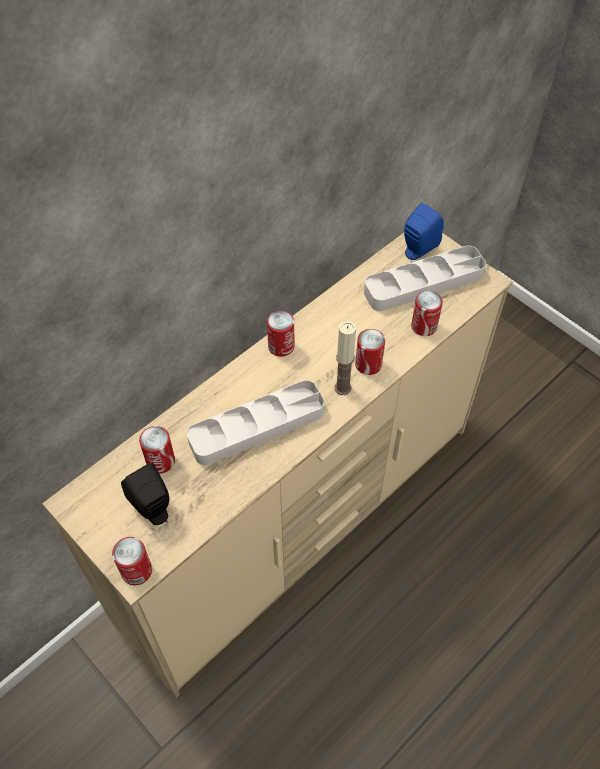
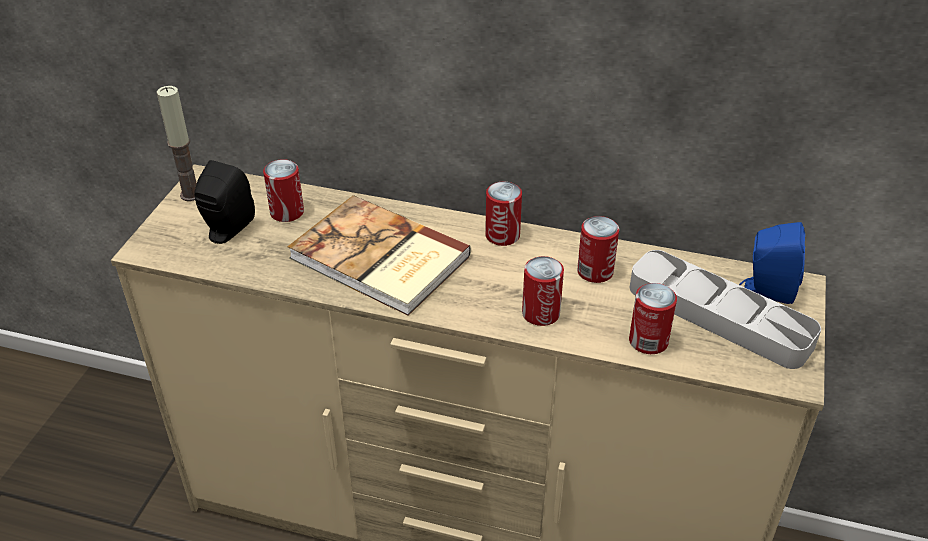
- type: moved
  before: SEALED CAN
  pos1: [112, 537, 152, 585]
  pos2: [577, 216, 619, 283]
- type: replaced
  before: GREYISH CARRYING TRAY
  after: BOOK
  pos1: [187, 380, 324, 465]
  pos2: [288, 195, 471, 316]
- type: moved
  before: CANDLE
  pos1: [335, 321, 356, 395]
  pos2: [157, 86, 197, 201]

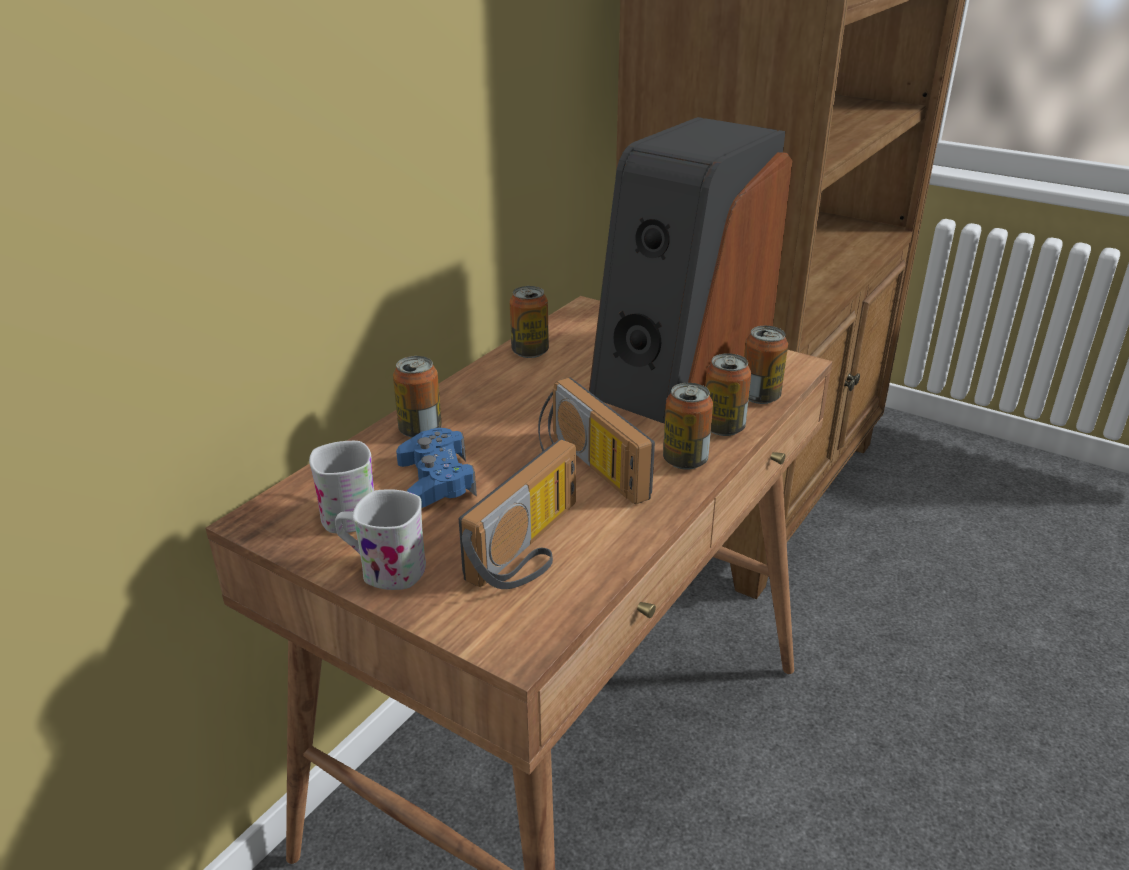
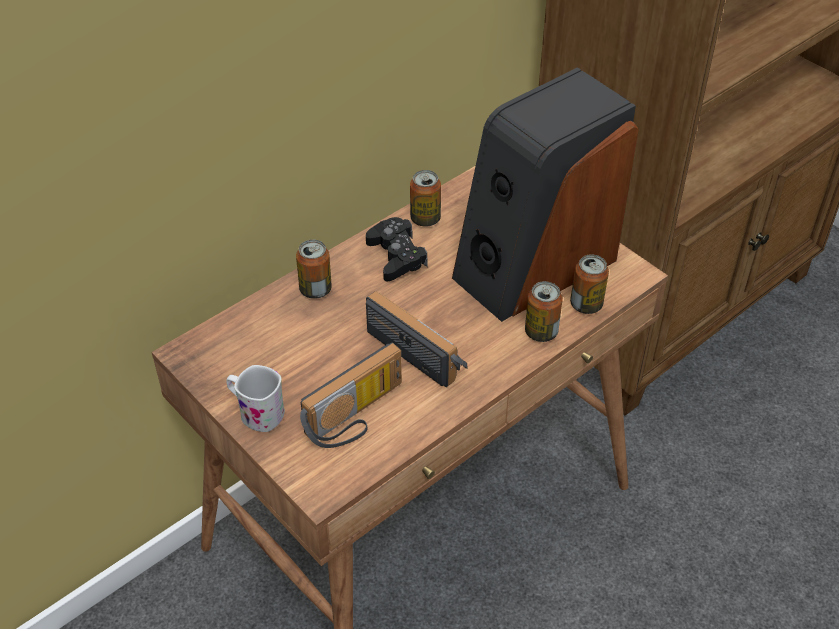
- type: removed
  before: WHITISH TEA MUG
  pos1: [309, 441, 374, 533]
- type: removed
  before: BLUE-COLOURED JOYPAD
  pos1: [396, 428, 477, 508]
- type: turned
  before: RADIO
  pos1: [538, 377, 655, 505]
  pos2: [366, 291, 468, 387]
  turn: 150
- type: removed
  before: SEALED CAN
  pos1: [663, 383, 713, 470]
- type: added
  after: BLACK-COLOURED JOYPAD
  pos2: [366, 217, 428, 281]

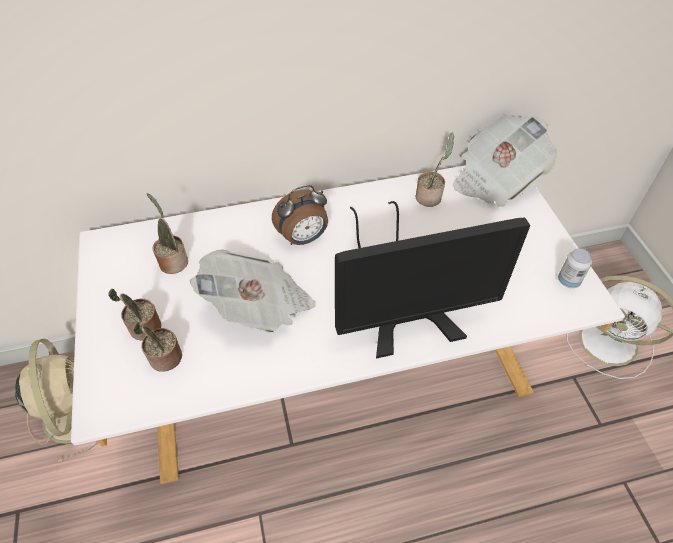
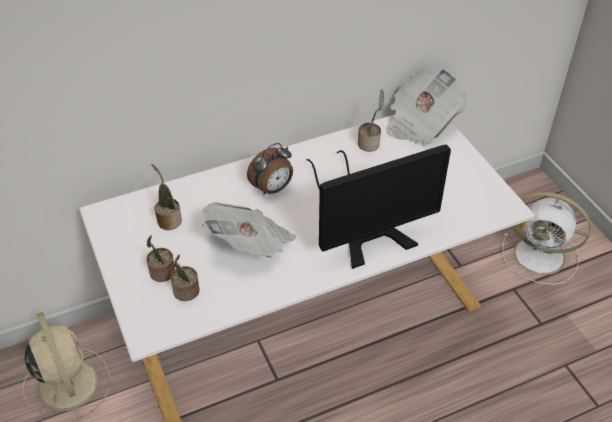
- type: removed
  before: SEALED CAN
  pos1: [558, 248, 592, 288]

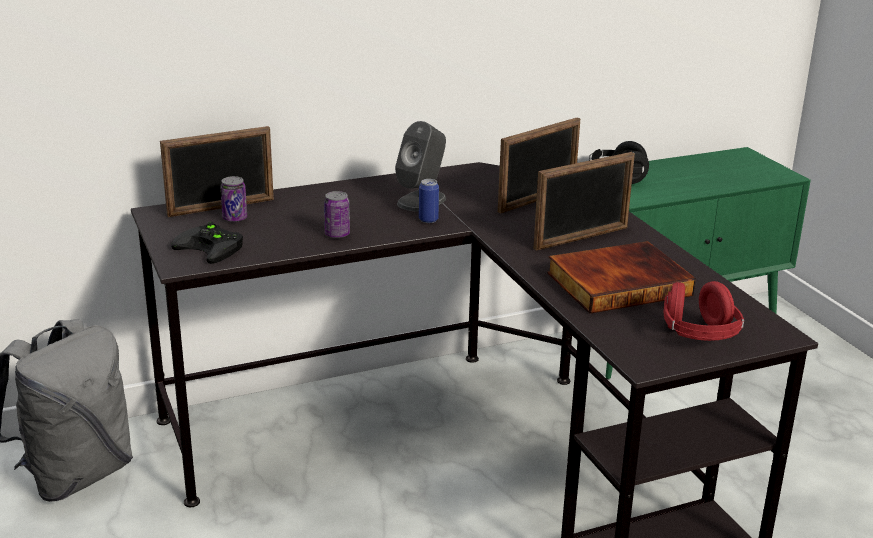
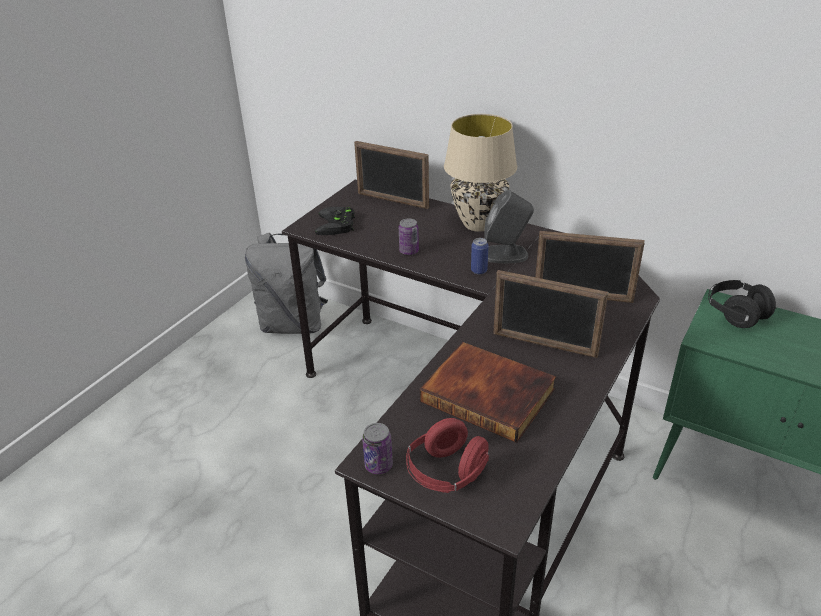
- type: moved
  before: SEALED CAN
  pos1: [220, 176, 247, 222]
  pos2: [362, 423, 393, 474]
- type: added
  after: BEIGE TABLE LAMP
  pos2: [444, 114, 517, 232]

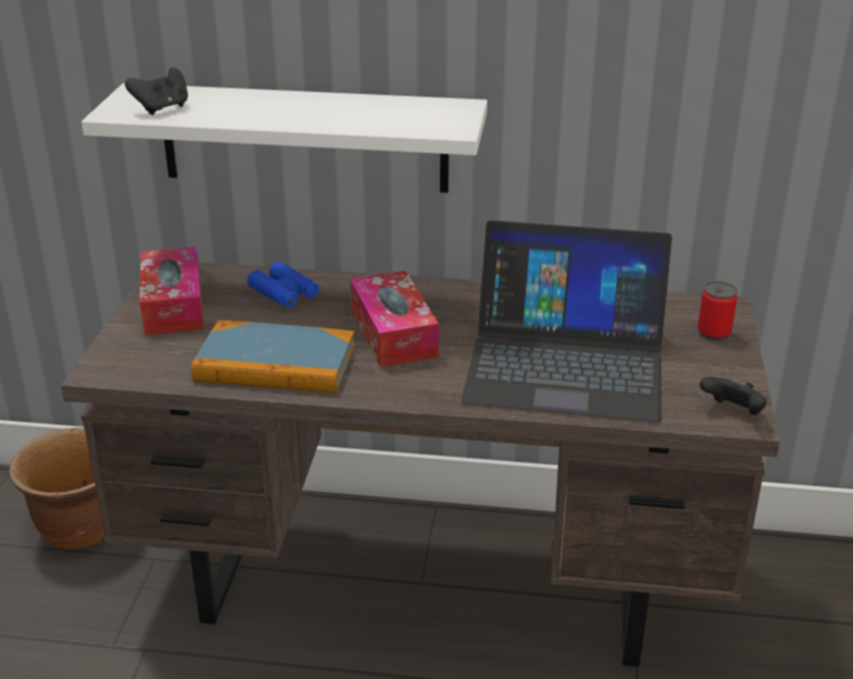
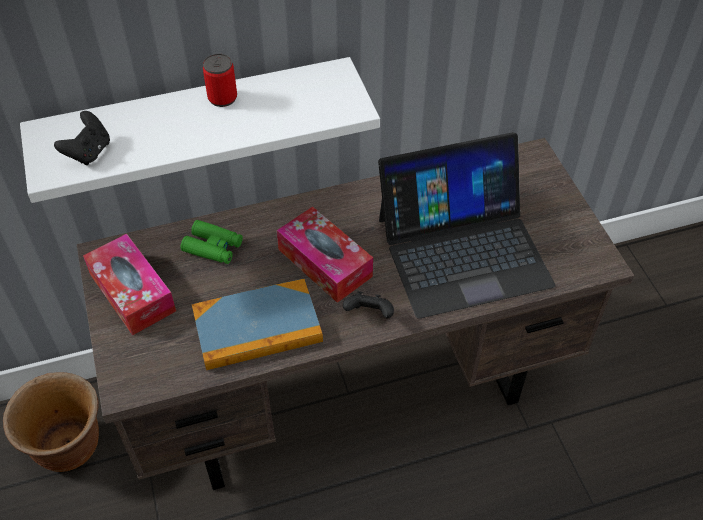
- type: recoloured
  before: BLUE-COLOURED BINOCULARS
  after: GREEN-COLOURED BINOCULARS
  pos1: [247, 262, 319, 307]
  pos2: [181, 220, 243, 264]
- type: moved
  before: SEALED CAN
  pos1: [698, 281, 737, 340]
  pos2: [203, 54, 237, 107]
- type: moved
  before: BLACK-COLOURED JOYPAD
  pos1: [700, 377, 767, 415]
  pos2: [343, 291, 394, 318]

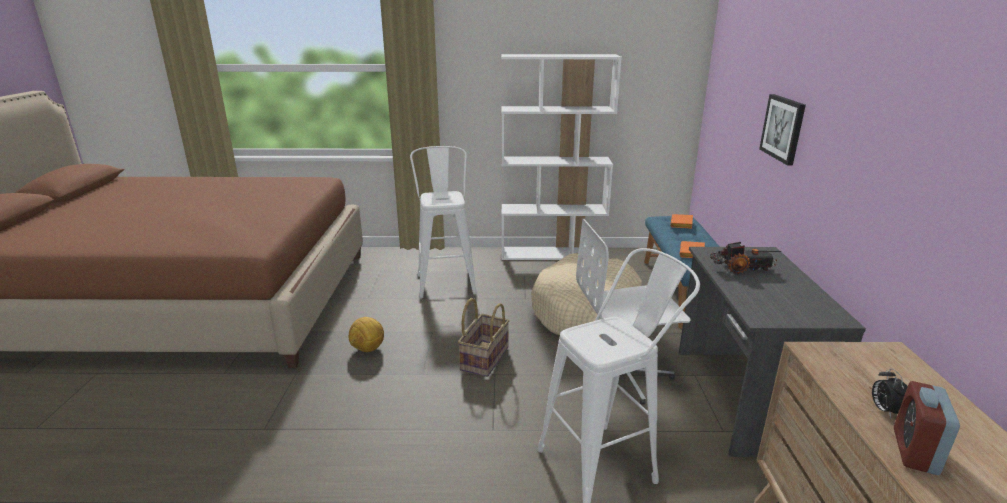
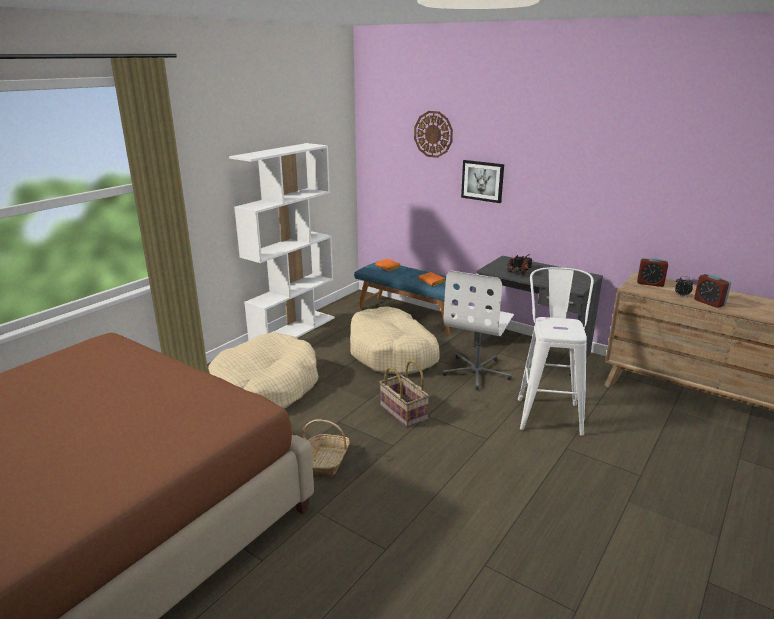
- type: replaced
  before: BALL FOR FOOTBALL
  after: STORAGE BASKET
  pos1: [349, 317, 384, 352]
  pos2: [302, 419, 350, 477]
- type: replaced
  before: WHITISH STOOL
  after: BEIGE DOG BED
  pos1: [410, 146, 477, 298]
  pos2: [208, 332, 318, 409]
- type: added
  after: HANGING CLOCK
  pos2: [414, 111, 453, 158]
- type: added
  after: TABLE CLOCK
  pos2: [637, 258, 668, 287]

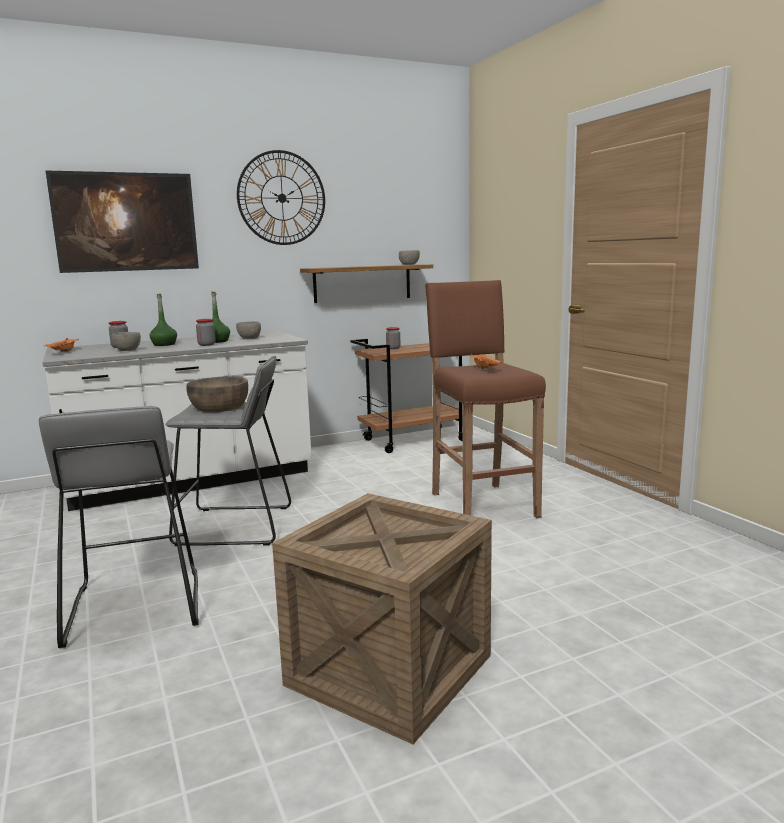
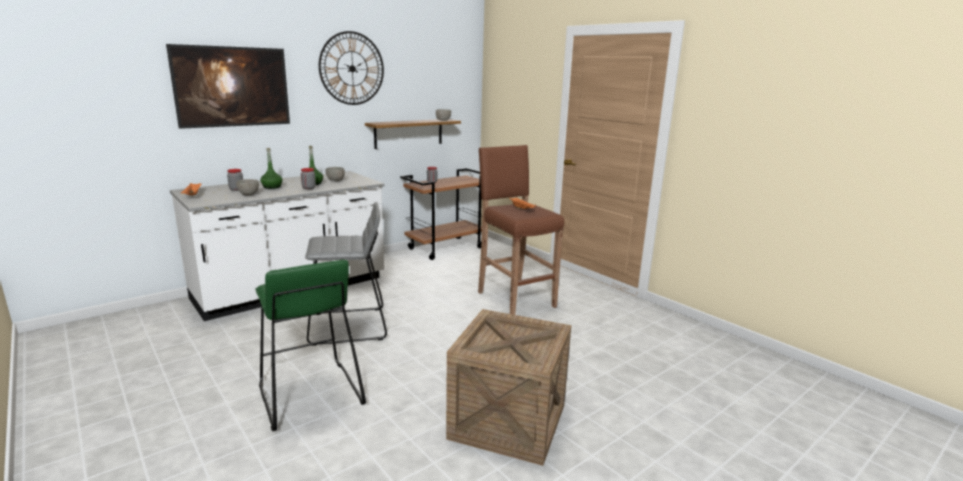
- type: recoloured
  before: GREYISH STOOL
  after: GREEN-COLOURED STOOL
  pos1: [39, 406, 199, 648]
  pos2: [255, 259, 366, 431]
- type: removed
  before: BROWN SERVING BOWL
  pos1: [186, 377, 248, 412]

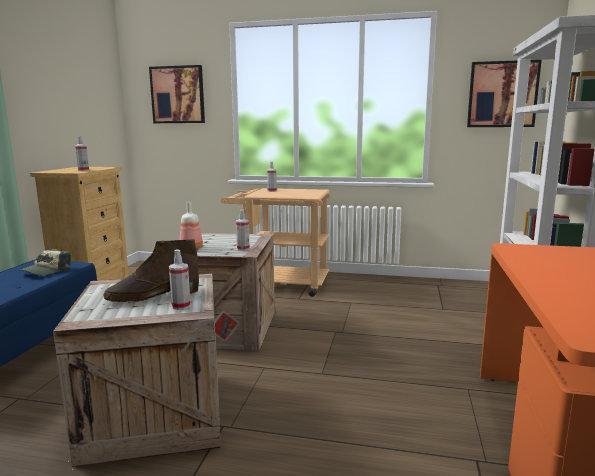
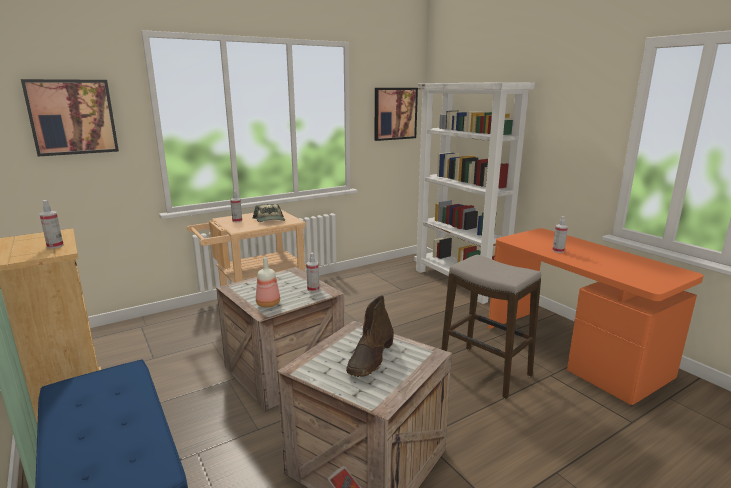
- type: moved
  before: PEAKED CAP
  pos1: [19, 249, 71, 275]
  pos2: [253, 204, 285, 222]
- type: moved
  before: HAND SPRAYER
  pos1: [169, 250, 191, 310]
  pos2: [552, 216, 568, 253]
- type: added
  after: STOOL
  pos2: [441, 255, 541, 399]

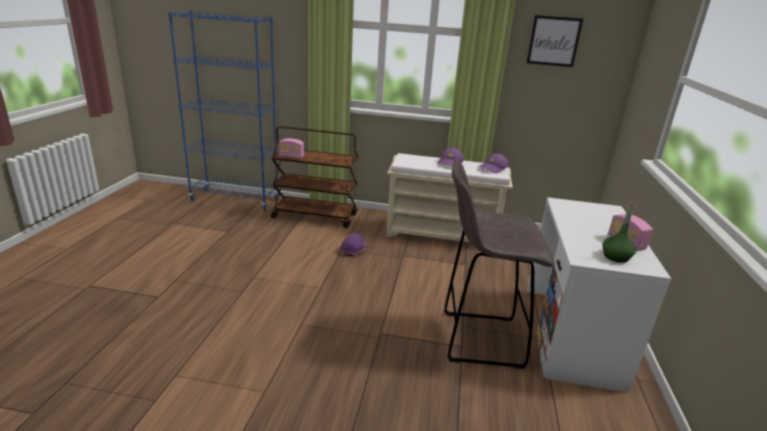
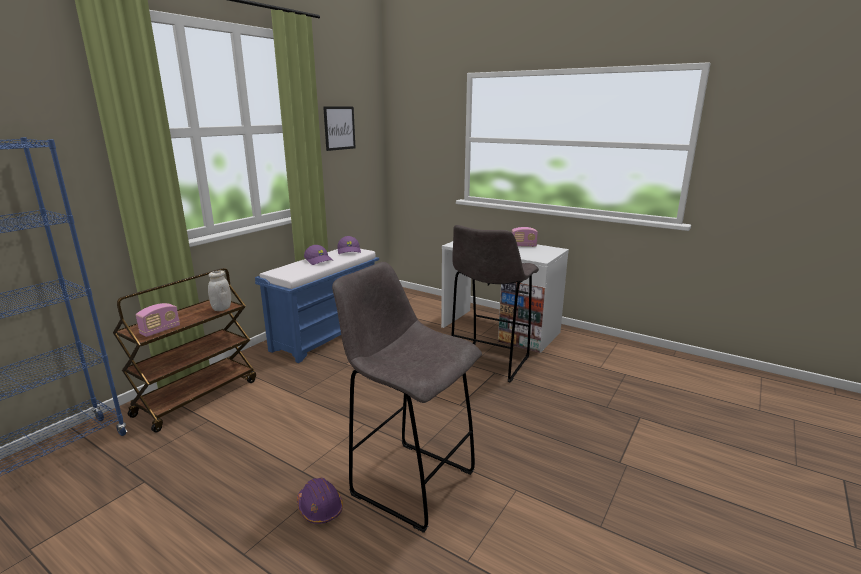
- type: moved
  before: PURPLE-COLOURED SAFETY HELMET
  pos1: [340, 233, 369, 256]
  pos2: [297, 477, 343, 524]
- type: recoloured
  before: BEIGE BENCH
  after: BLUE-COLOURED BENCH
  pos1: [386, 153, 513, 242]
  pos2: [255, 249, 379, 363]
- type: removed
  before: GREEN-COLOURED DRINK BOTTLE
  pos1: [602, 203, 636, 263]
- type: added
  after: WHITISH JAR
  pos2: [208, 270, 231, 311]
- type: added
  after: GREYISH STOOL
  pos2: [332, 262, 482, 533]

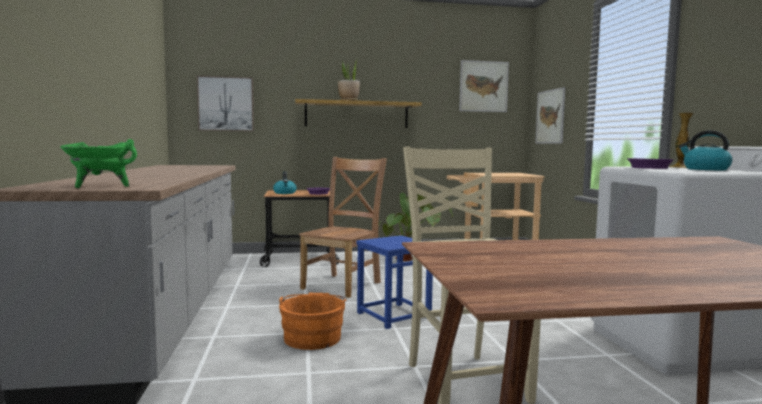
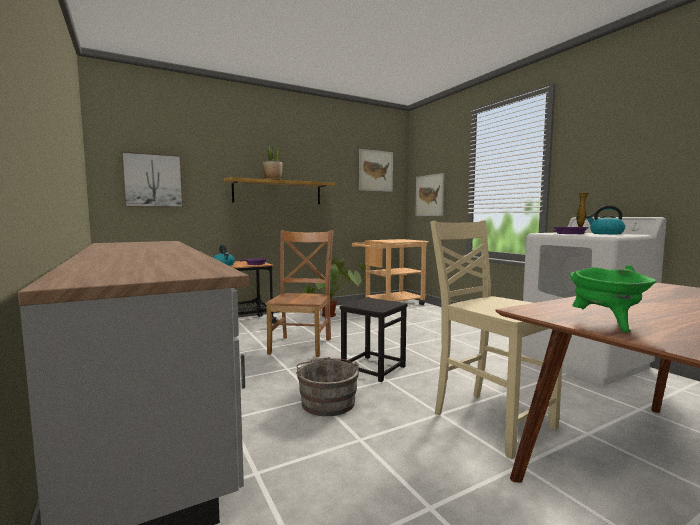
- type: moved
  before: GREEN-COLOURED COOKING POT
  pos1: [60, 139, 137, 188]
  pos2: [569, 265, 657, 333]
- type: recoloured
  before: ORANGE-COLOURED BUCKET
  after: GREYISH BUCKET
  pos1: [279, 292, 347, 350]
  pos2: [296, 357, 359, 416]
- type: recoloured
  before: BLUE-COLOURED STOOL
  after: BLACK-COLOURED STOOL
  pos1: [356, 235, 433, 329]
  pos2: [340, 297, 408, 382]

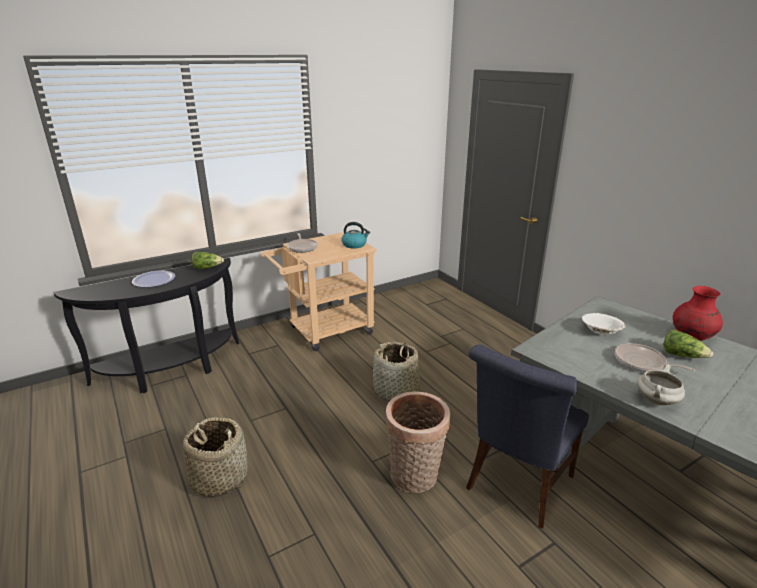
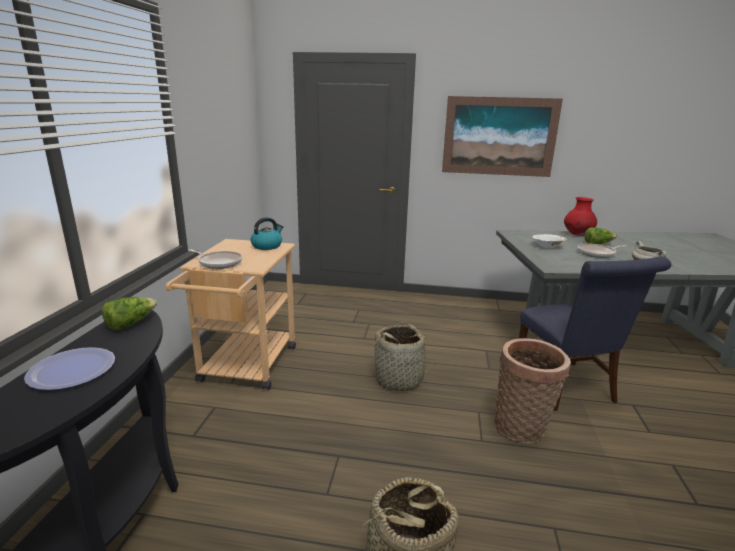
- type: added
  after: WALL ART
  pos2: [442, 96, 563, 177]

